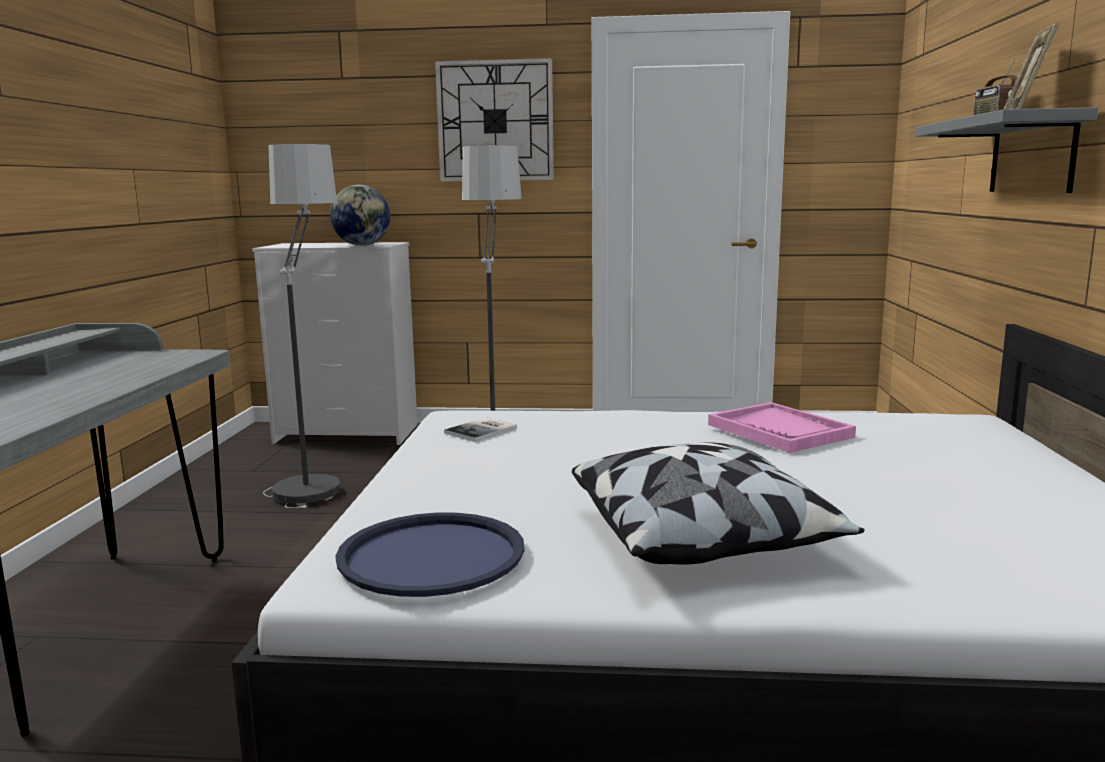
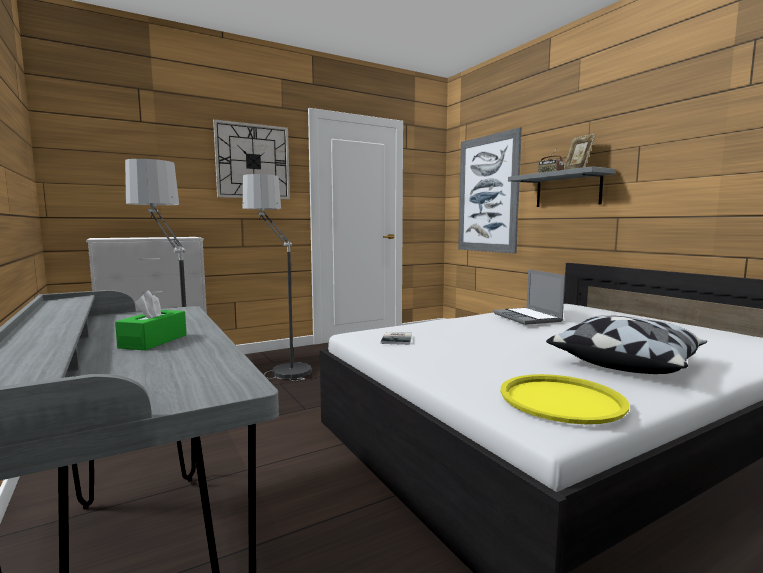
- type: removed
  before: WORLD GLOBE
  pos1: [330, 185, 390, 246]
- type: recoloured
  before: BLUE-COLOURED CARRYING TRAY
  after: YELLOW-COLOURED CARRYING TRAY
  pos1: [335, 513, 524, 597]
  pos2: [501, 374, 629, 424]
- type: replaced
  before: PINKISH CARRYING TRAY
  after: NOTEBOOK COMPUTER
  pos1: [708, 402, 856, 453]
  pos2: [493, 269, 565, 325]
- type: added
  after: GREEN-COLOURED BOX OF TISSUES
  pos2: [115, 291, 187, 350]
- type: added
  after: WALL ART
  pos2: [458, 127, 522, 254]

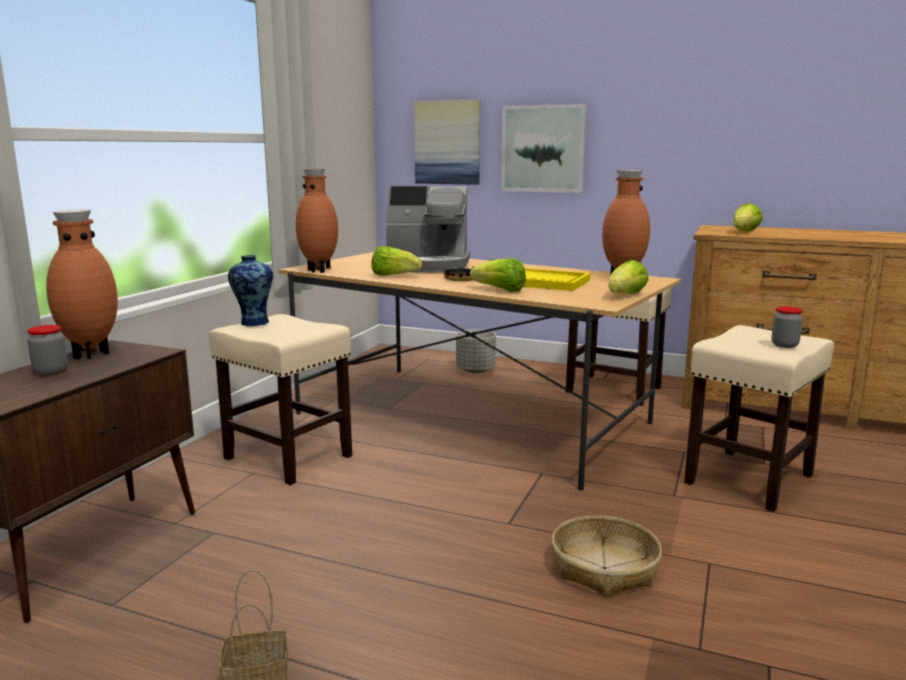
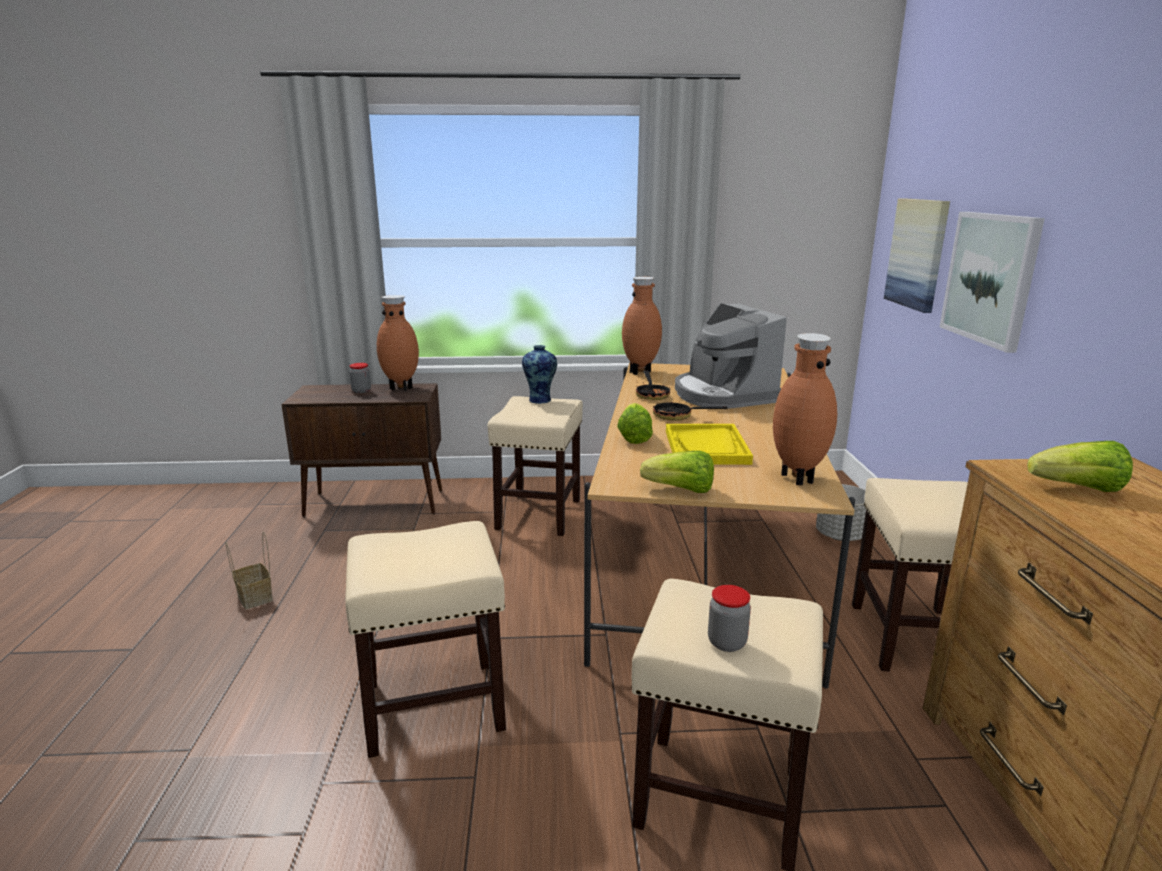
- type: replaced
  before: LETTUCE HEAD
  after: FRYING PAN
  pos1: [371, 246, 422, 276]
  pos2: [635, 370, 671, 400]
- type: replaced
  before: STORAGE BASKET
  after: BEIGE STOOL
  pos1: [552, 516, 662, 597]
  pos2: [345, 521, 506, 758]

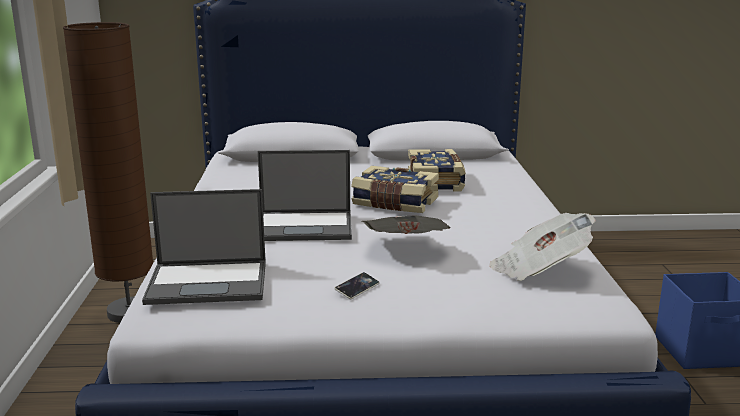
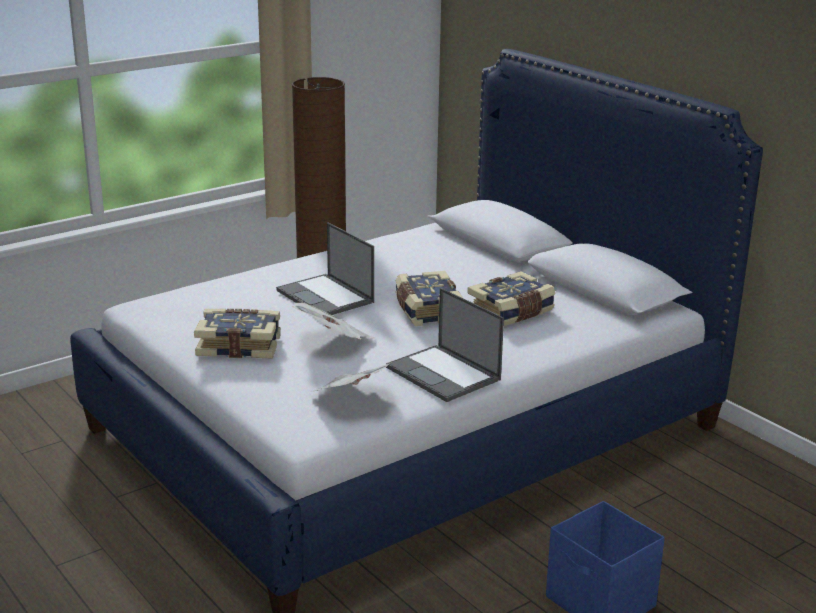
- type: moved
  before: NOTEBOOK COMPUTER
  pos1: [142, 189, 266, 305]
  pos2: [386, 288, 504, 402]
- type: replaced
  before: PHONE
  after: BOOK
  pos1: [334, 272, 380, 299]
  pos2: [194, 309, 281, 359]

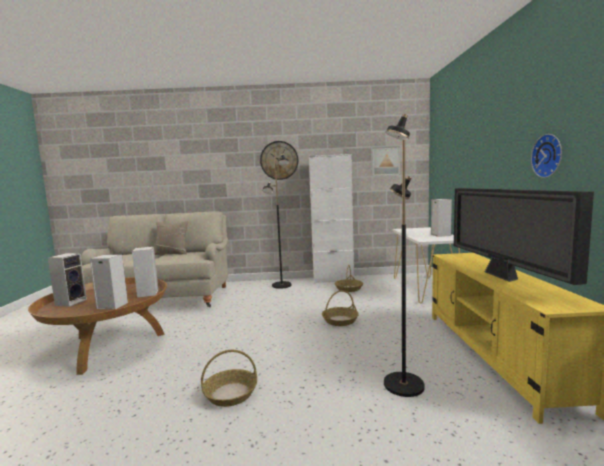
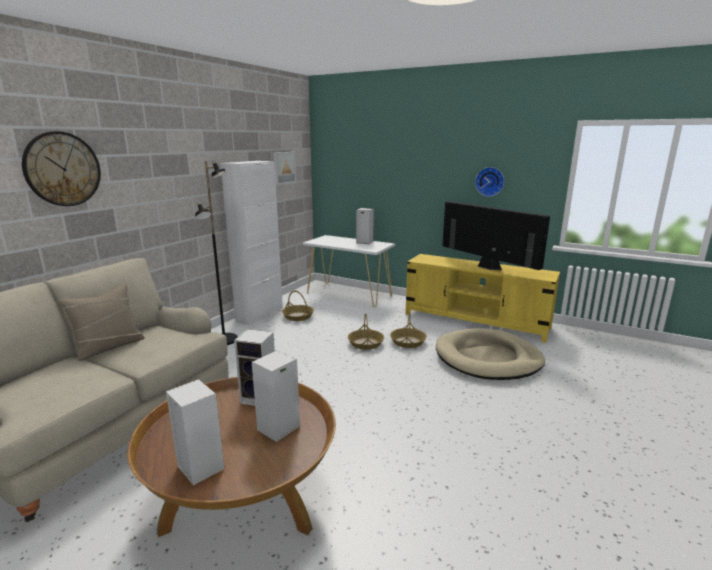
- type: moved
  before: STORAGE BASKET
  pos1: [201, 350, 257, 407]
  pos2: [390, 312, 427, 348]
- type: moved
  before: HANGING CLOCK
  pos1: [260, 141, 298, 180]
  pos2: [22, 131, 101, 206]
- type: replaced
  before: BLACK-COLOURED FLOOR LAMP
  after: BEIGE DOG BED
  pos1: [384, 114, 425, 397]
  pos2: [436, 328, 545, 380]
- type: turned
  before: TELEVISION
  pos1: [454, 188, 594, 285]
  pos2: [442, 201, 550, 270]
  turn: -150

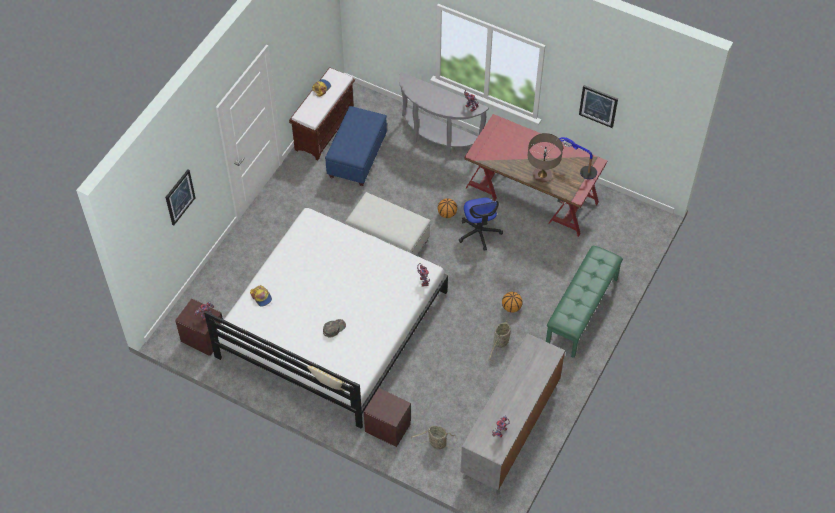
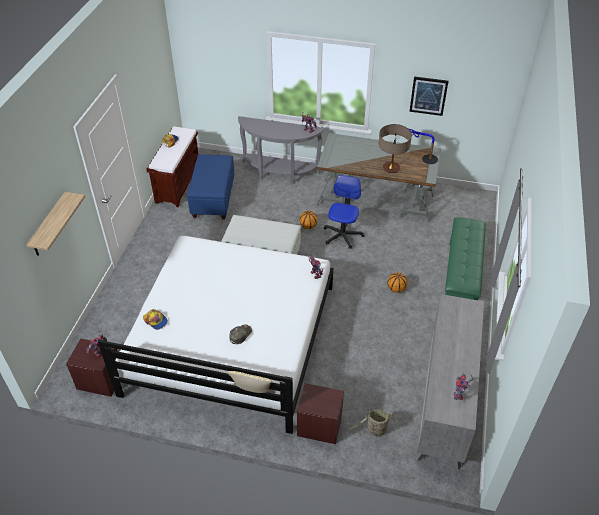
- type: replaced
  before: WALL ART
  after: SHELF
  pos1: [165, 169, 196, 225]
  pos2: [26, 192, 85, 256]
- type: turned
  before: DESK CHAIR
  pos1: [458, 197, 503, 251]
  pos2: [323, 175, 365, 249]
  turn: -135
- type: recoloured
  before: RED DESK TABLE
  after: GREYISH DESK TABLE
  pos1: [464, 114, 607, 237]
  pos2: [317, 133, 441, 222]
- type: removed
  before: STORAGE BASKET
  pos1: [489, 321, 511, 361]

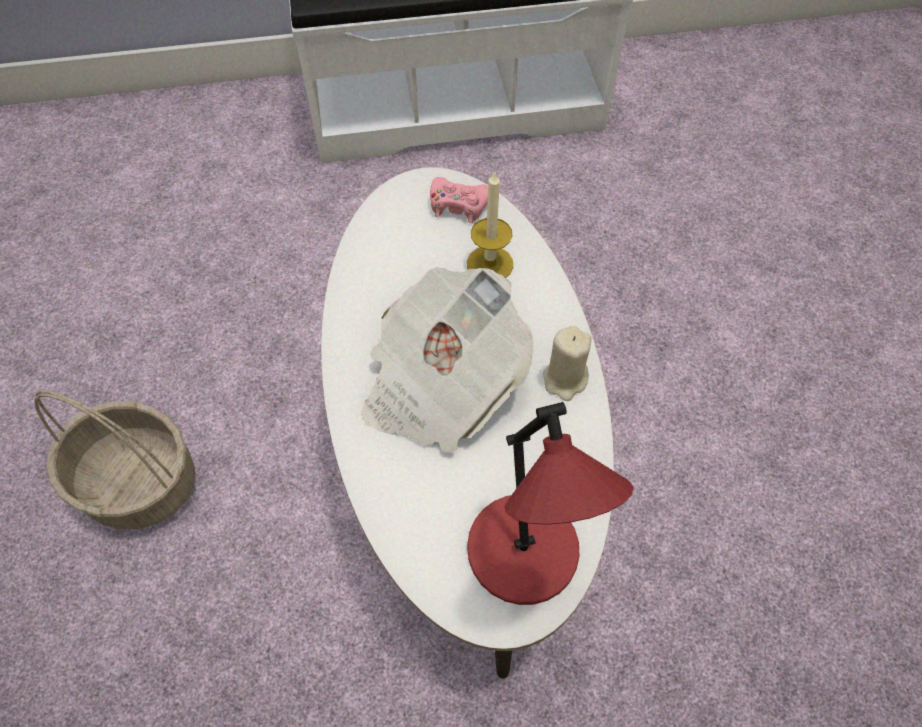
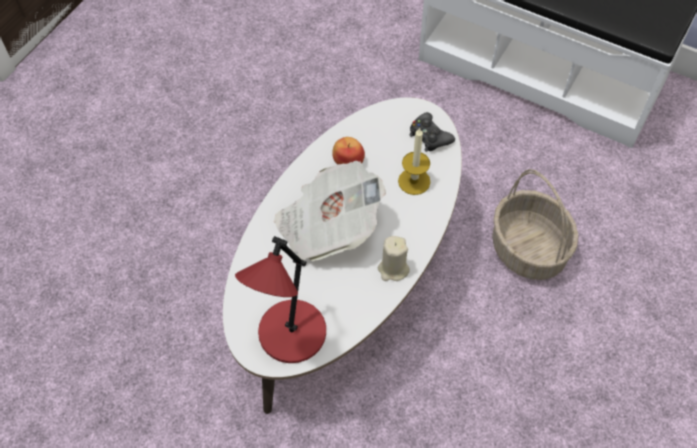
- type: moved
  before: STORAGE BASKET
  pos1: [34, 390, 195, 529]
  pos2: [492, 169, 578, 280]
- type: recoloured
  before: PINKISH JOYPAD
  after: BLACK-COLOURED JOYPAD
  pos1: [430, 177, 488, 223]
  pos2: [410, 112, 455, 152]
- type: added
  after: APPLE FRUIT
  pos2: [332, 137, 365, 164]

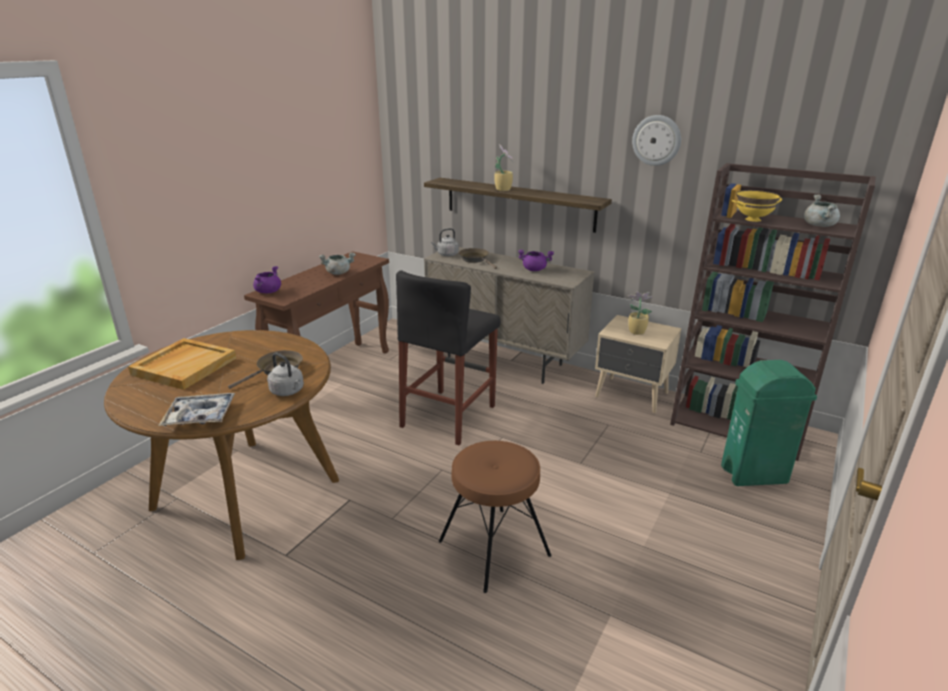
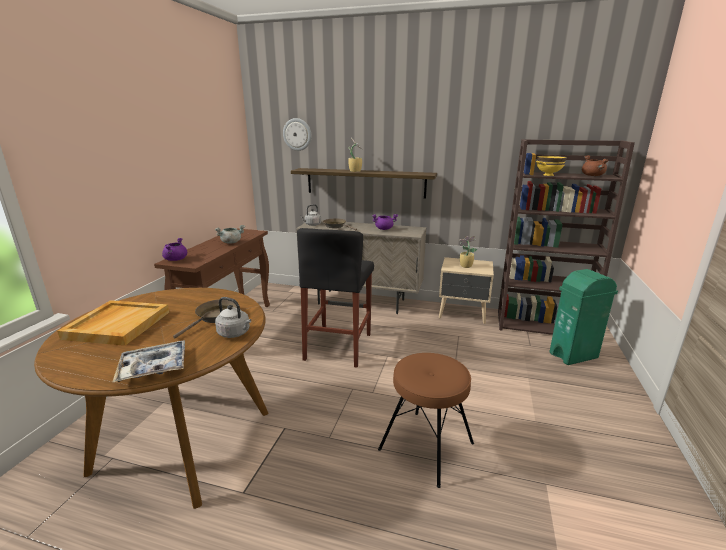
- type: moved
  before: HANGING CLOCK
  pos1: [632, 115, 681, 166]
  pos2: [283, 118, 312, 151]
- type: recoloured
  before: GREYISH COOKING POT
  after: BROWN COOKING POT
  pos1: [804, 194, 840, 227]
  pos2: [582, 155, 609, 176]

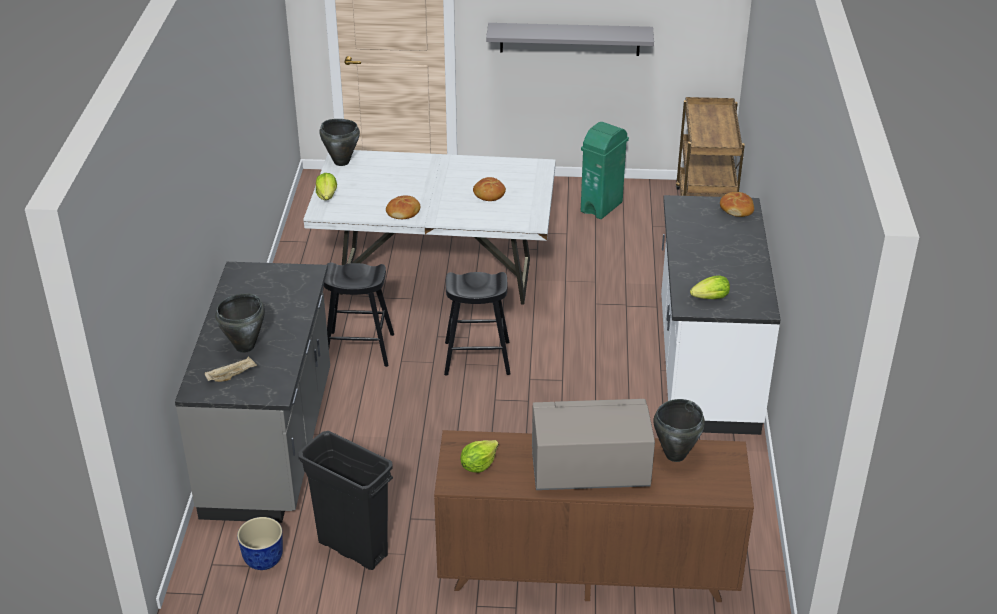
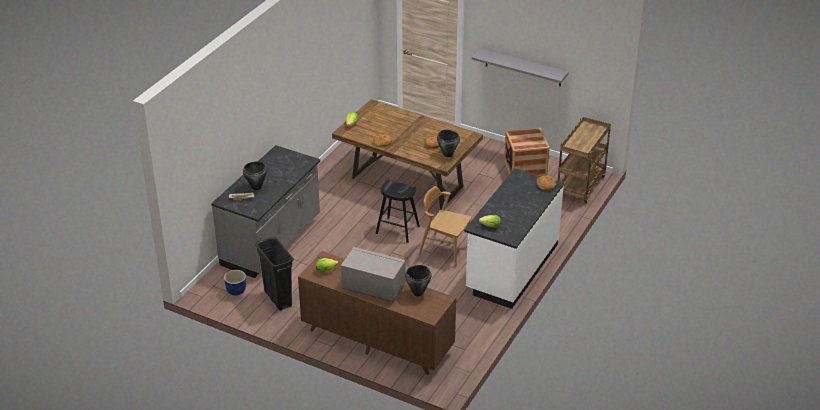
- type: recoloured
  before: WHITISH DINING TABLE
  after: BROWN DINING TABLE
  pos1: [303, 150, 556, 305]
  pos2: [332, 99, 483, 210]
- type: moved
  before: BLACK-COLOURED COOKING POT
  pos1: [319, 119, 360, 166]
  pos2: [437, 129, 460, 157]
- type: removed
  before: BLACK-COLOURED STOOL
  pos1: [324, 262, 394, 367]
- type: replaced
  before: GREEN-COLOURED RUBBISH BIN
  after: SHIPPING CRATE
  pos1: [581, 122, 629, 219]
  pos2: [504, 128, 550, 176]
- type: added
  after: BROWN UPRIGHT CHAIR
  pos2: [419, 186, 472, 267]

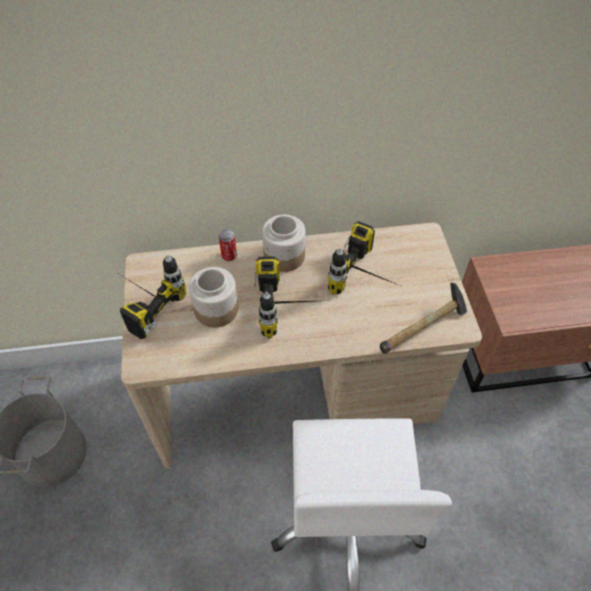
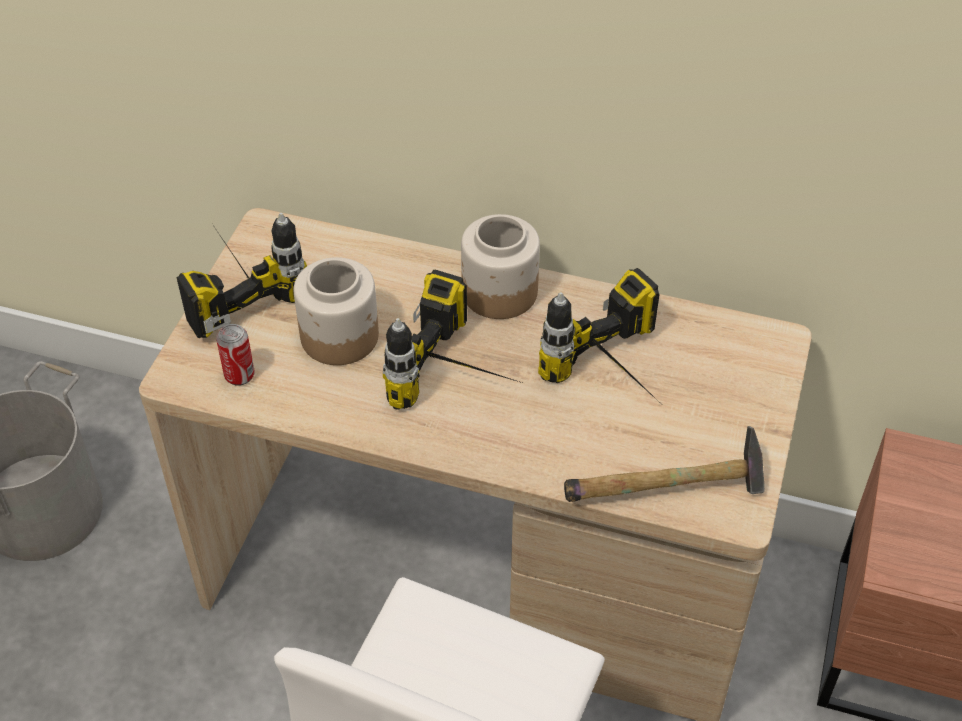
- type: moved
  before: SEALED CAN
  pos1: [219, 229, 237, 261]
  pos2: [216, 324, 255, 386]

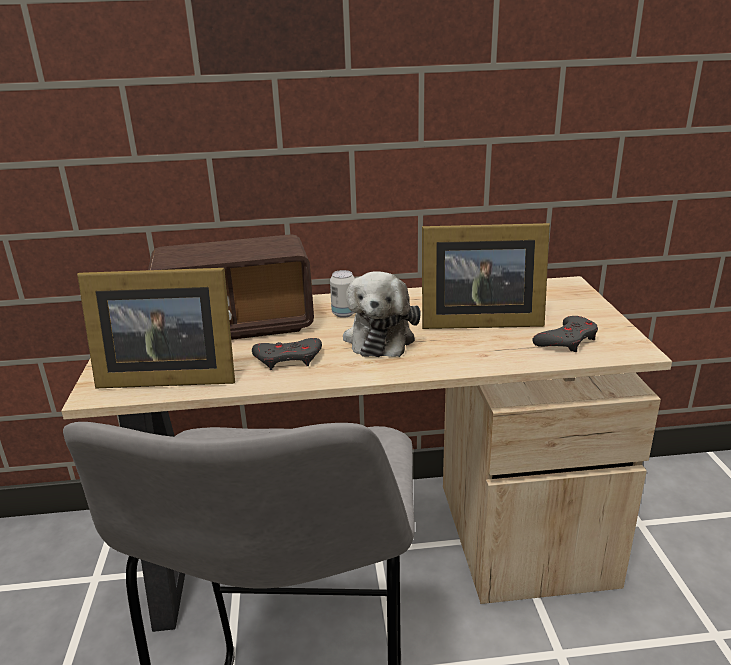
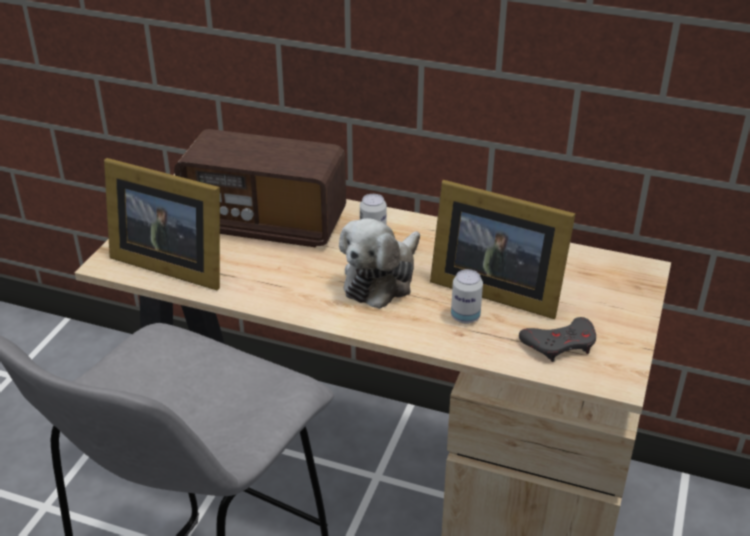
- type: removed
  before: GREYISH JOYPAD
  pos1: [252, 338, 322, 370]
- type: added
  after: SEALED CAN
  pos2: [451, 269, 483, 324]

